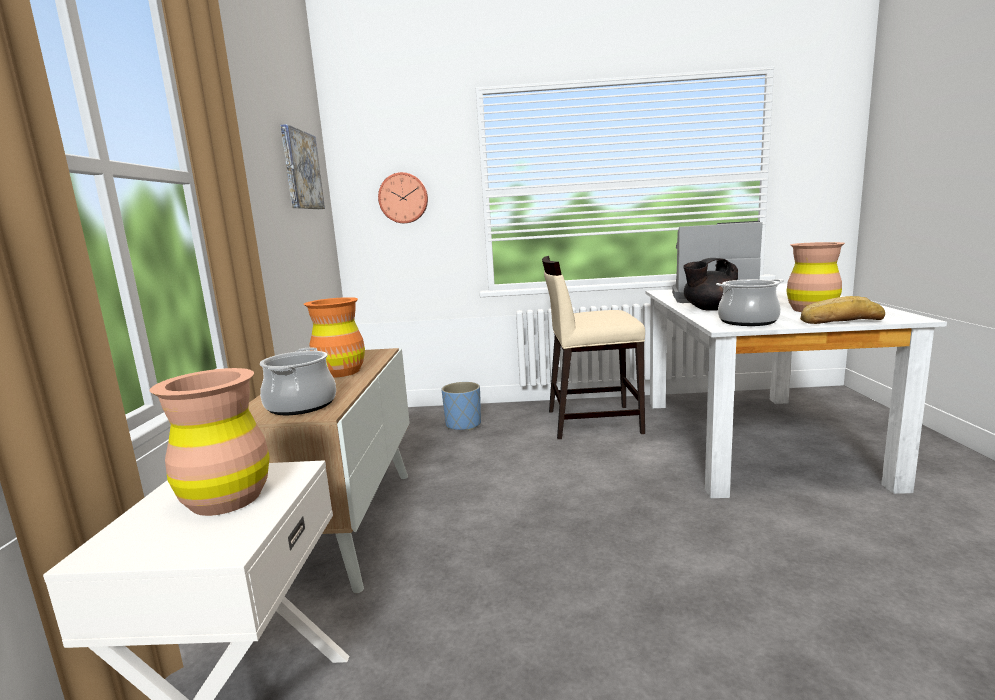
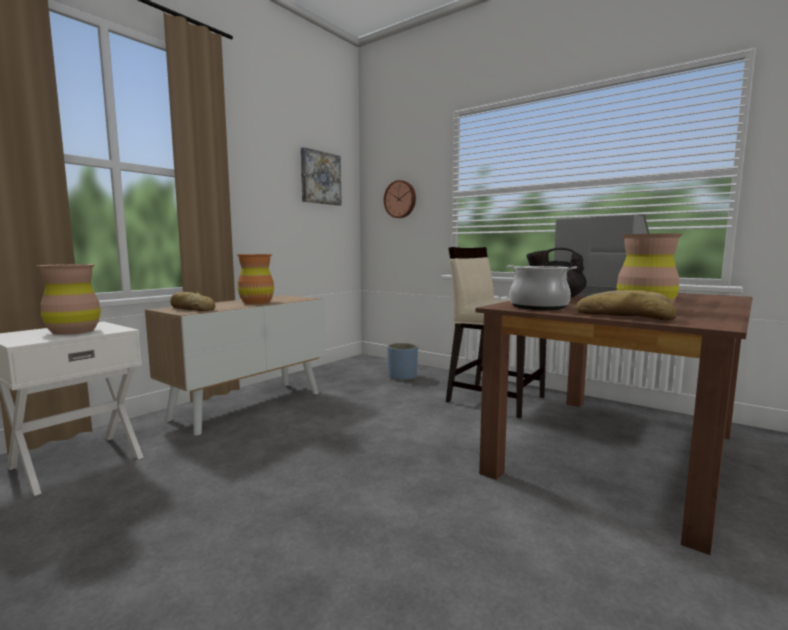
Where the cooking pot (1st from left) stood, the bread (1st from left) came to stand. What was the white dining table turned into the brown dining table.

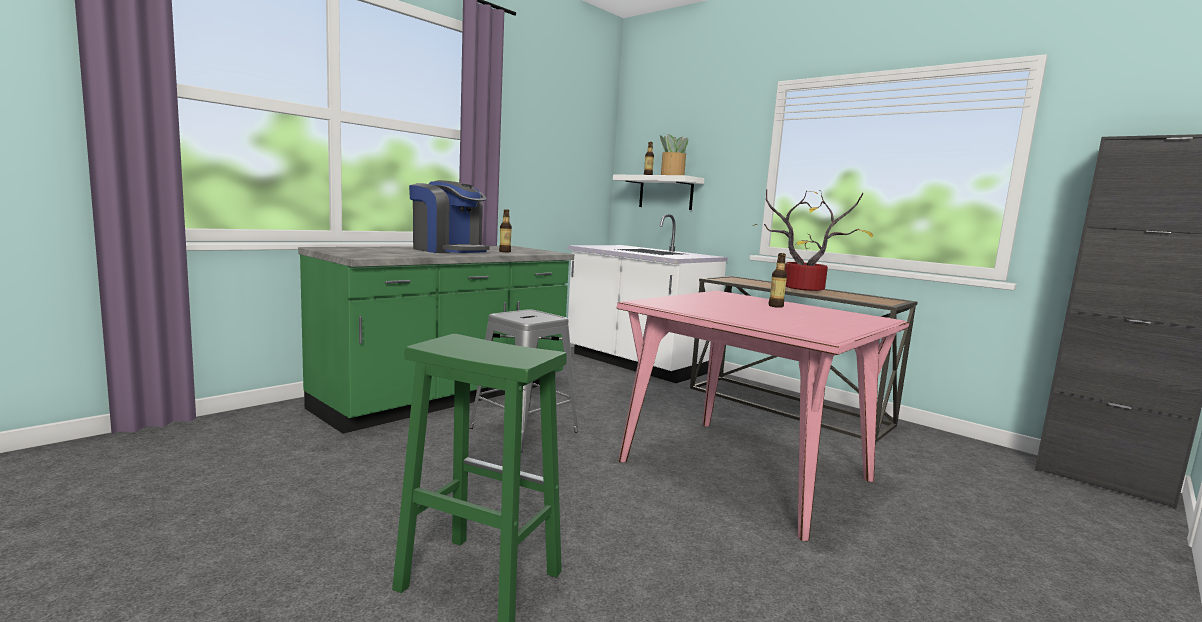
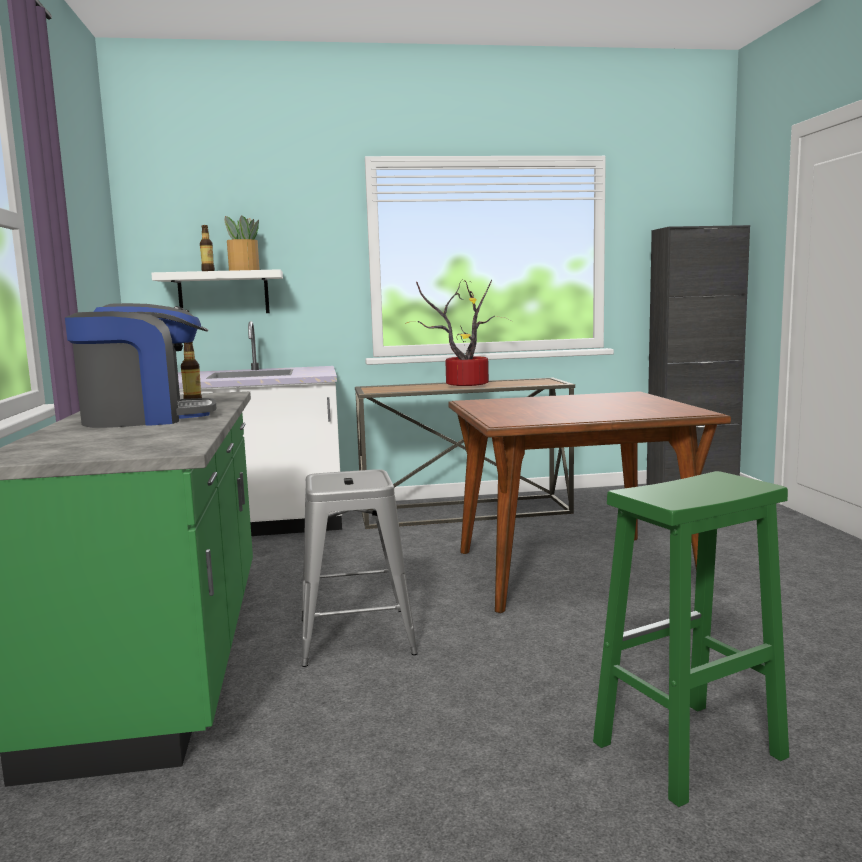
What was the pink dining table turned into the brown dining table. The second view lost the bottle (3rd from left).

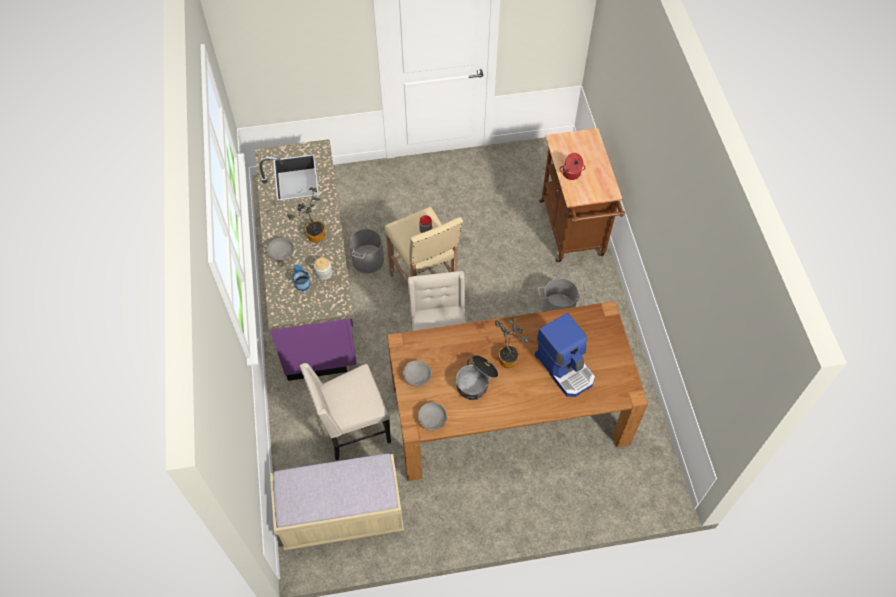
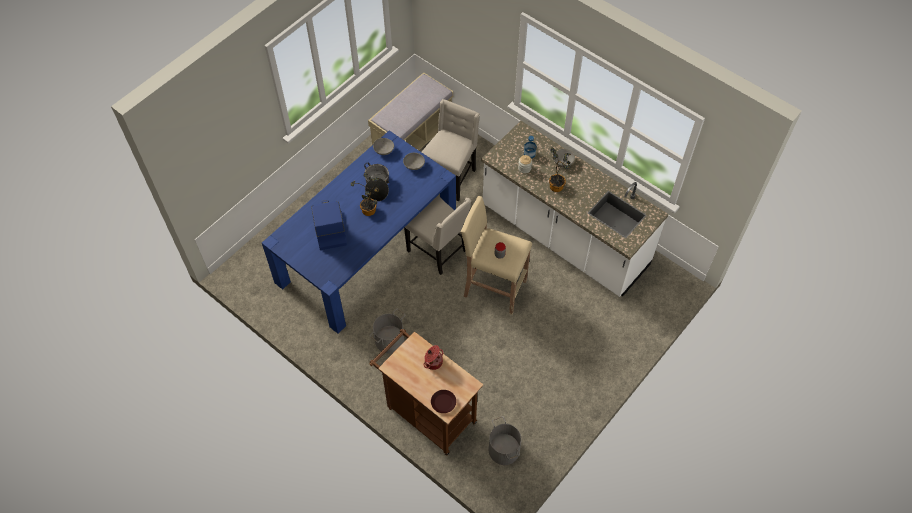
What was the purple counter turned into the white counter. The grey bucket (1st from left in the first image) ended up elsewhere. What was the brown dining table turned into the blue dining table. The coffee machine ended up facing another way, 60 degrees clockwise from before. The second view gained the brown plate.

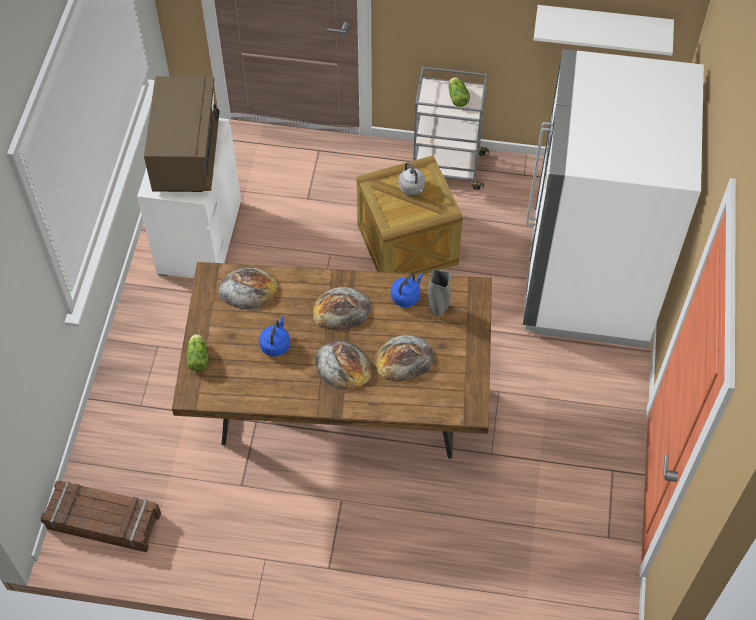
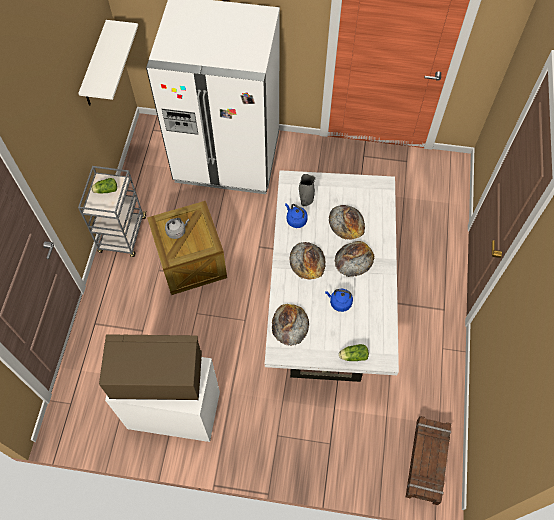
What was the brown dining table turned into the white dining table.

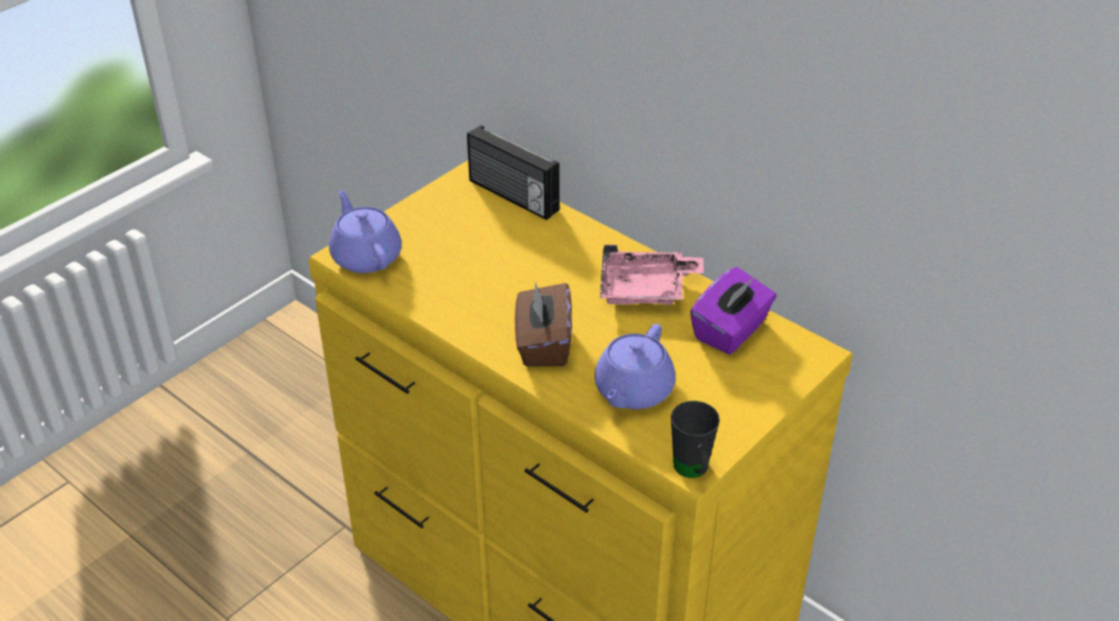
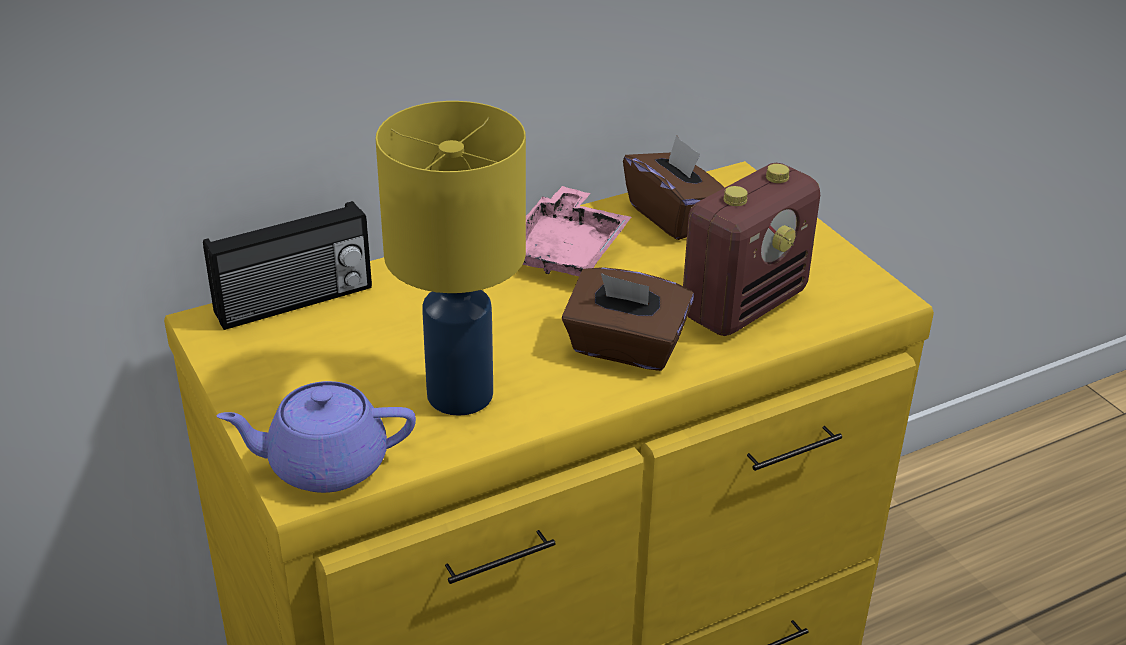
Where the purple teapot (2nd from left) stood, the radio (2nd from left) came to stand. The second view lost the black mug. What was the purple tissue box turned into the brown tissue box (2nd from left). The second view gained the yellow table lamp.

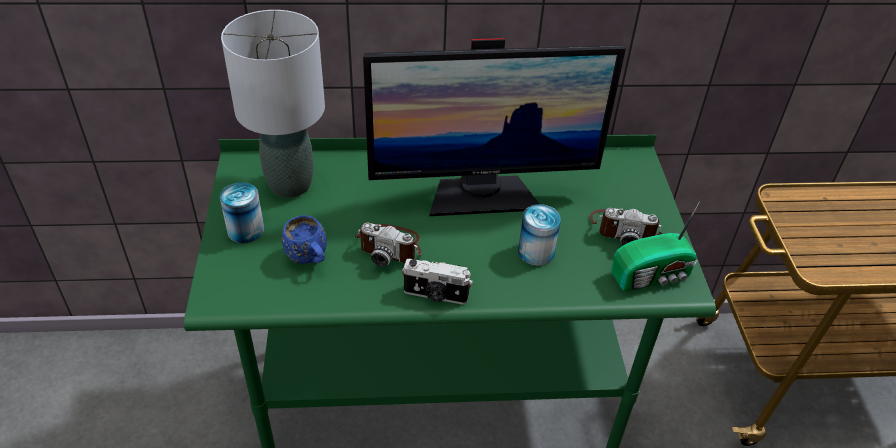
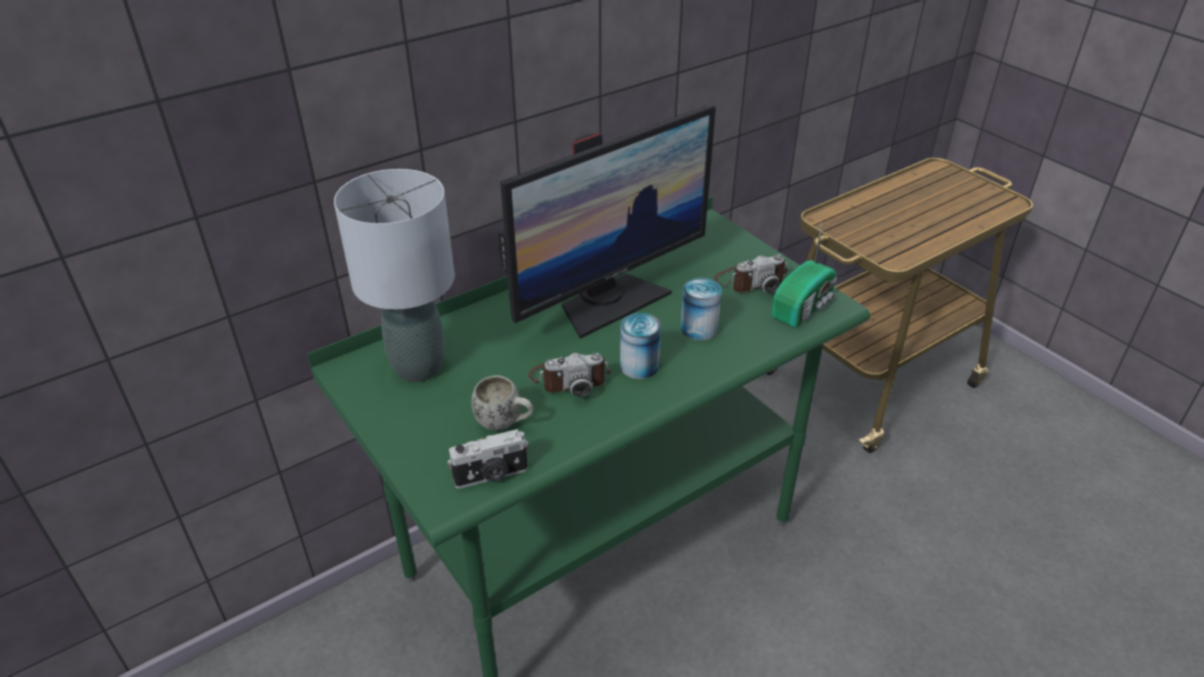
The can (1st from left) ended up elsewhere. What was the blue mug turned into the white mug. The photo camera (2nd from left in the first image) ended up elsewhere.

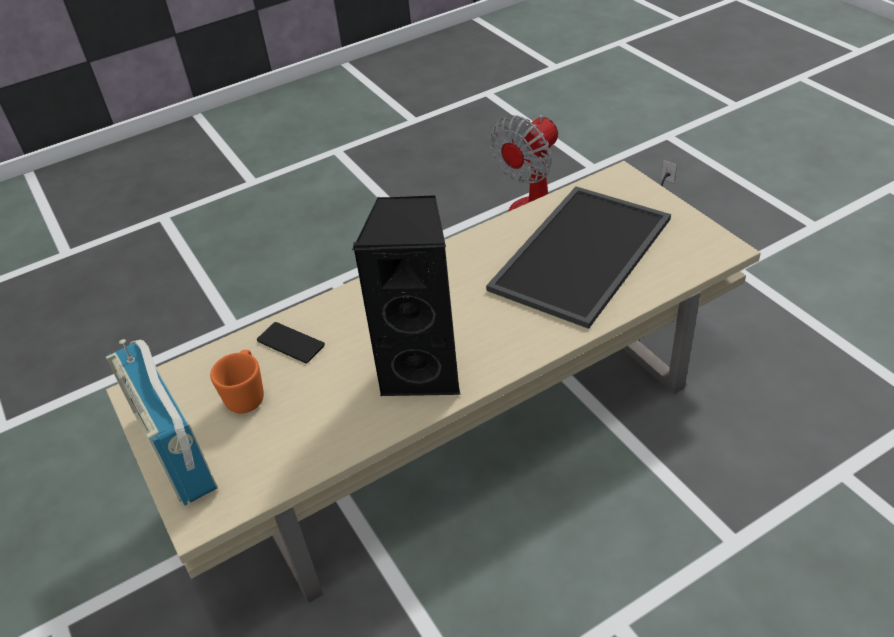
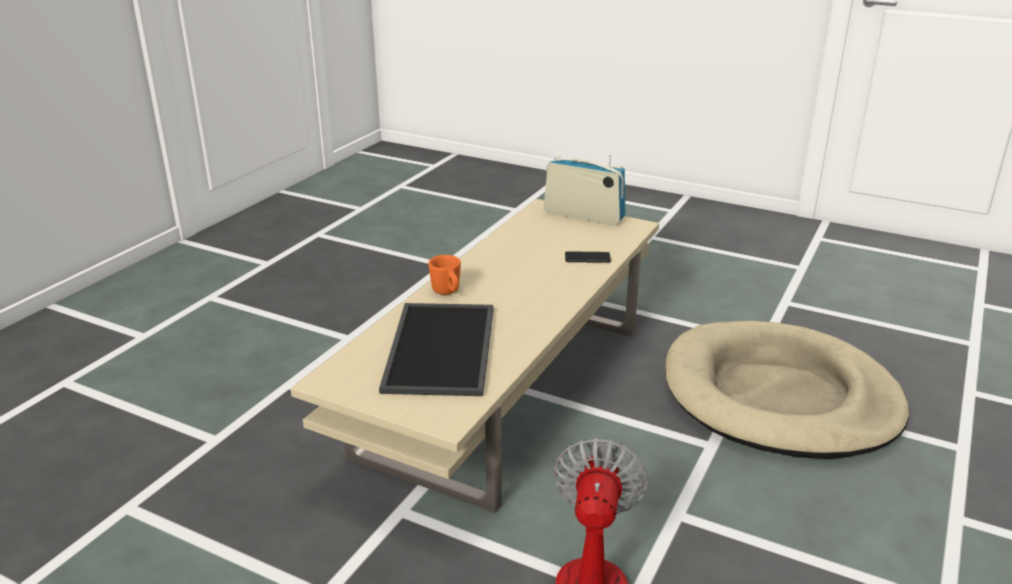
The orange mug ended up elsewhere. The second view lost the black speaker. The second view gained the beige dog bed.

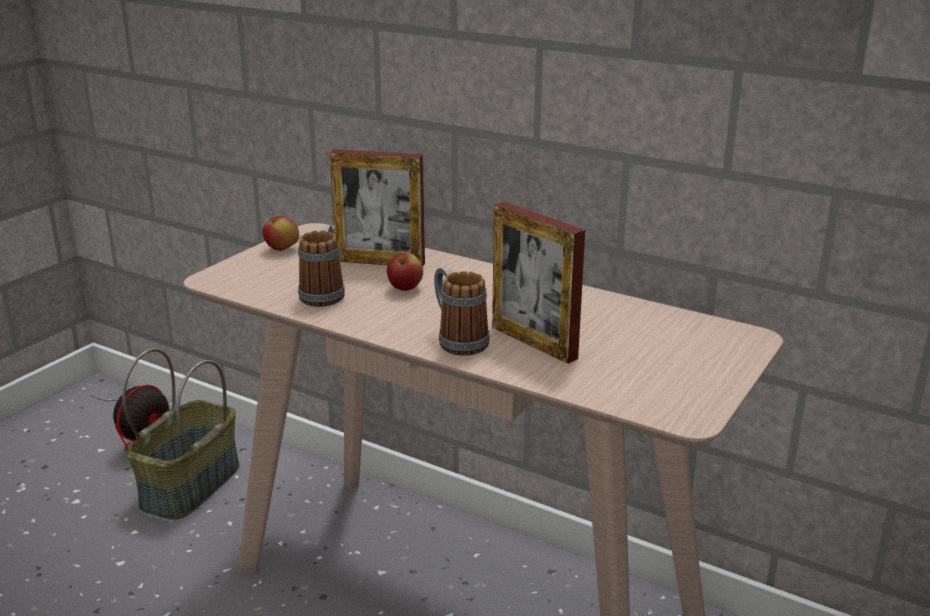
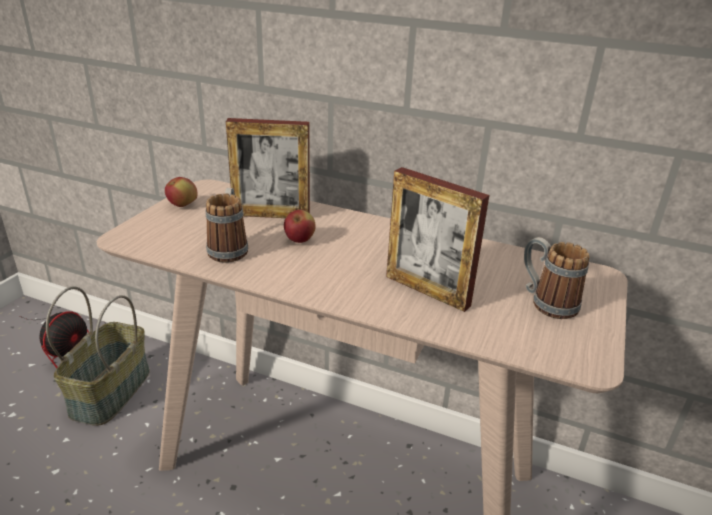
The mug (2nd from left) ended up elsewhere.

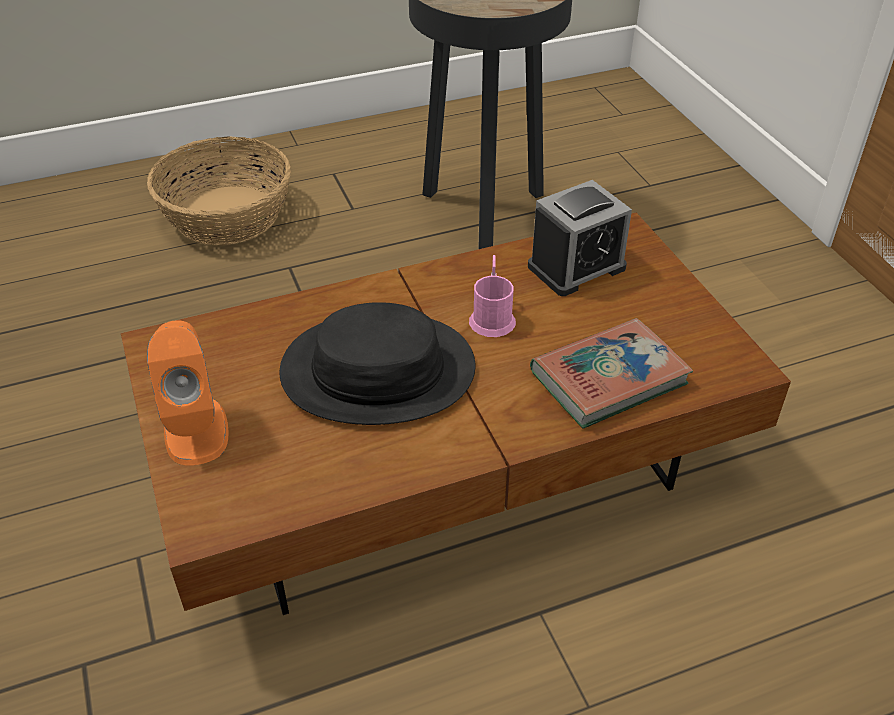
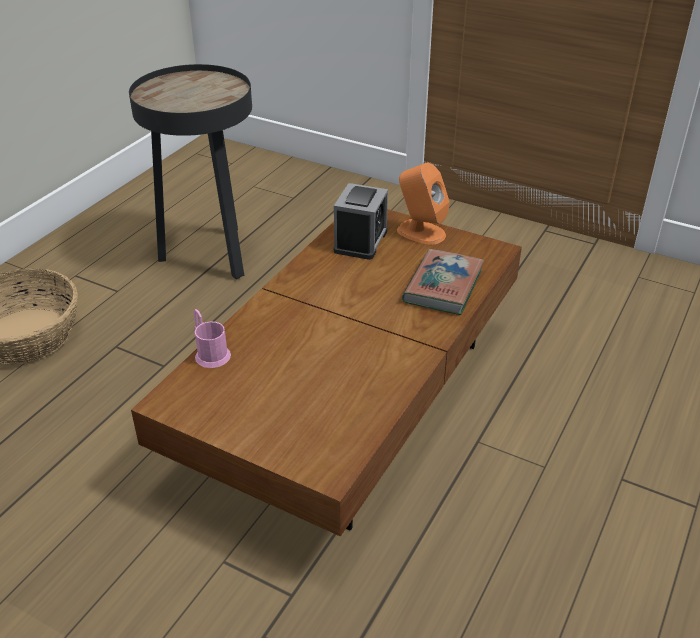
The orange speaker ended up elsewhere. The second view lost the black hat. The pink mug ended up elsewhere.

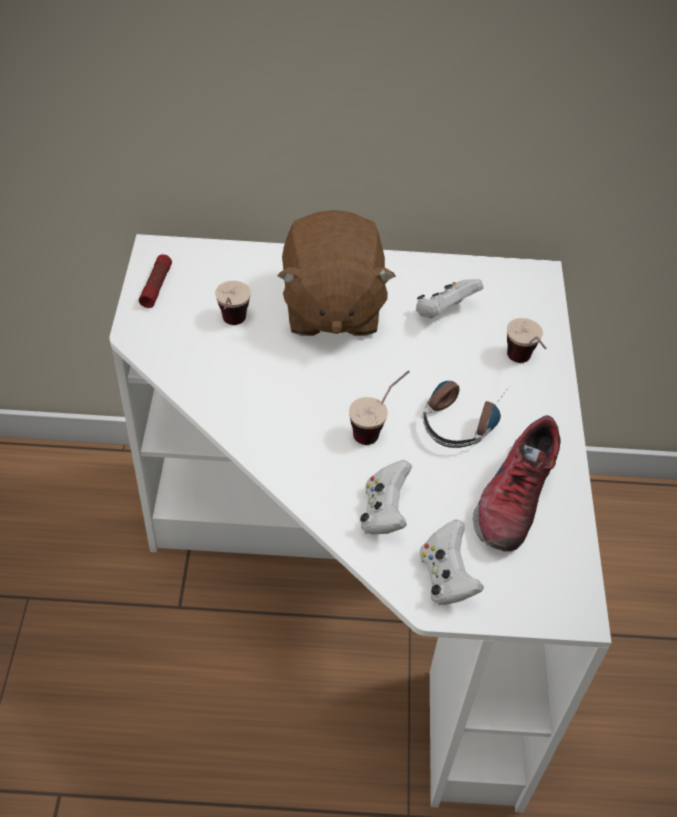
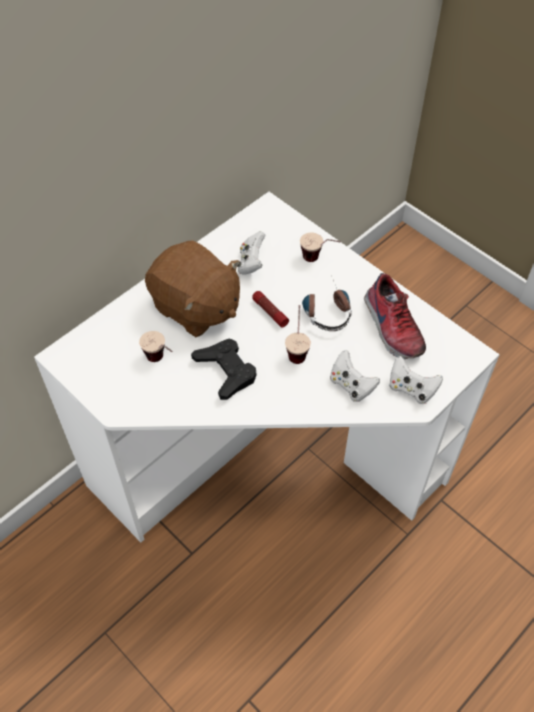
The flashlight ended up elsewhere. The second view gained the black game controller.

